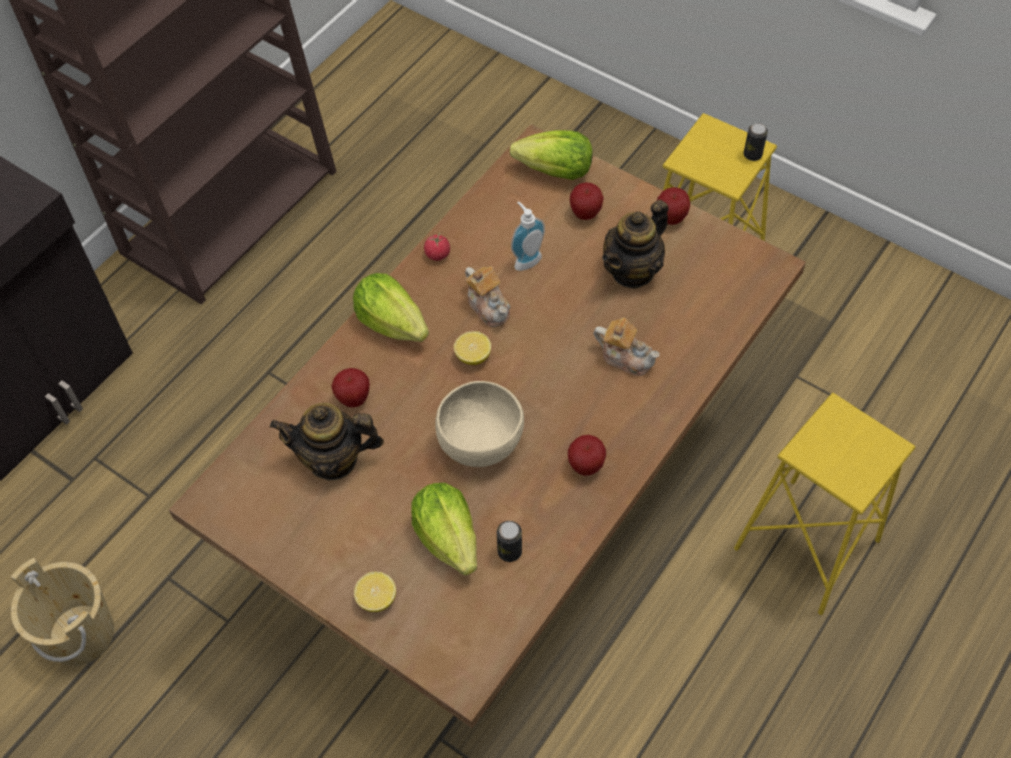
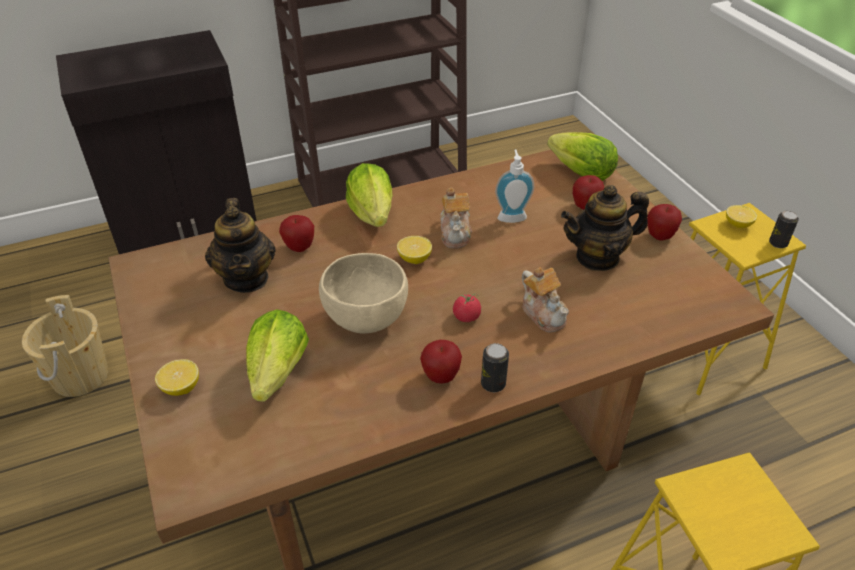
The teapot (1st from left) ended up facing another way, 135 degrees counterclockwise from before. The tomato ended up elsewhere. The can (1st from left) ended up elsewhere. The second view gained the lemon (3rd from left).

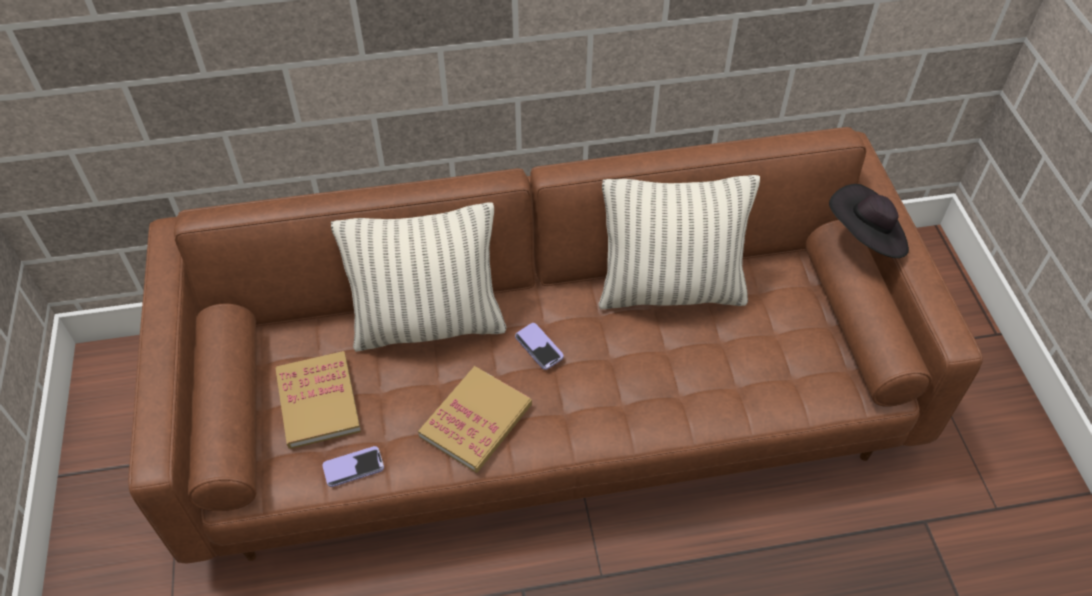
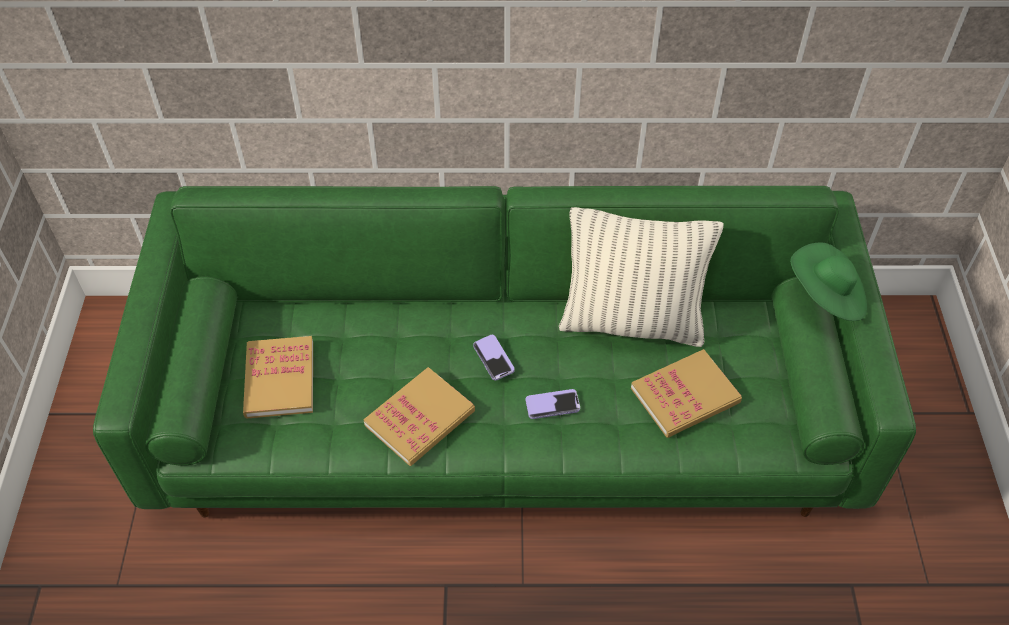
What was the brown sofa turned into the green sofa. The phone (1st from left in the first image) ended up elsewhere. The second view lost the pillow (1st from left). What was the black hat turned into the green hat. The second view gained the book (3rd from left).

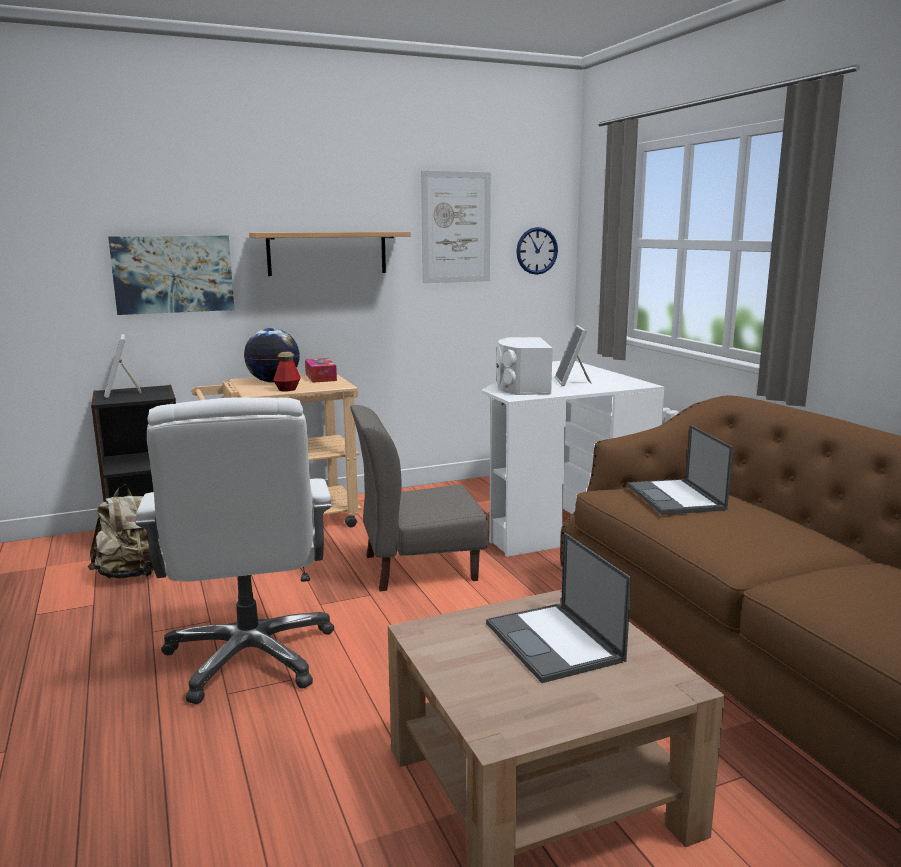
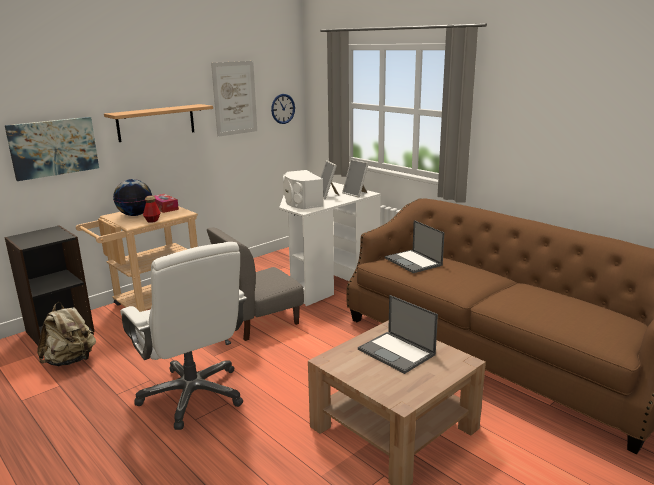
The picture frame (1st from left in the first image) ended up elsewhere.

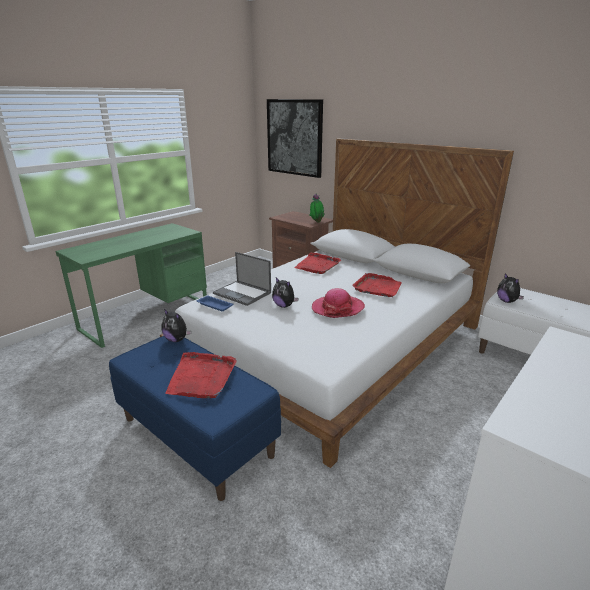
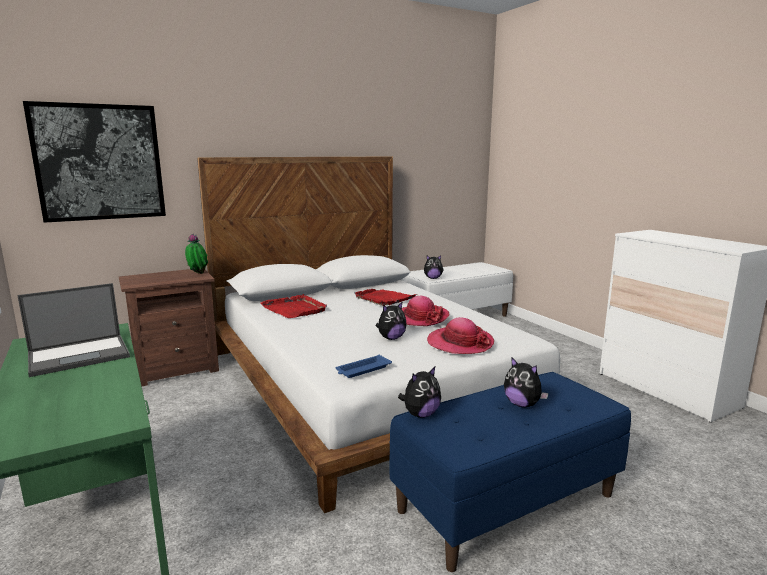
Where the red tray (1st from left) stood, the plush toy (4th from left) came to stand. The laptop ended up elsewhere. The second view gained the hat (2nd from left).

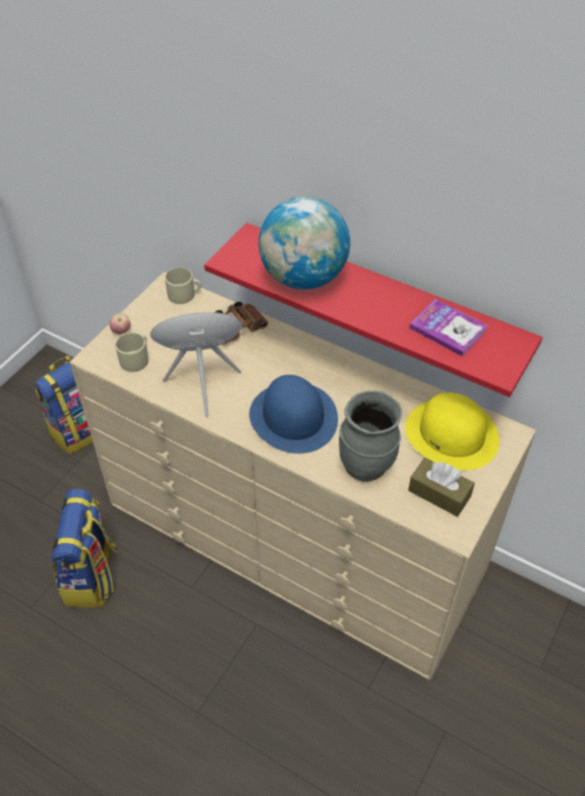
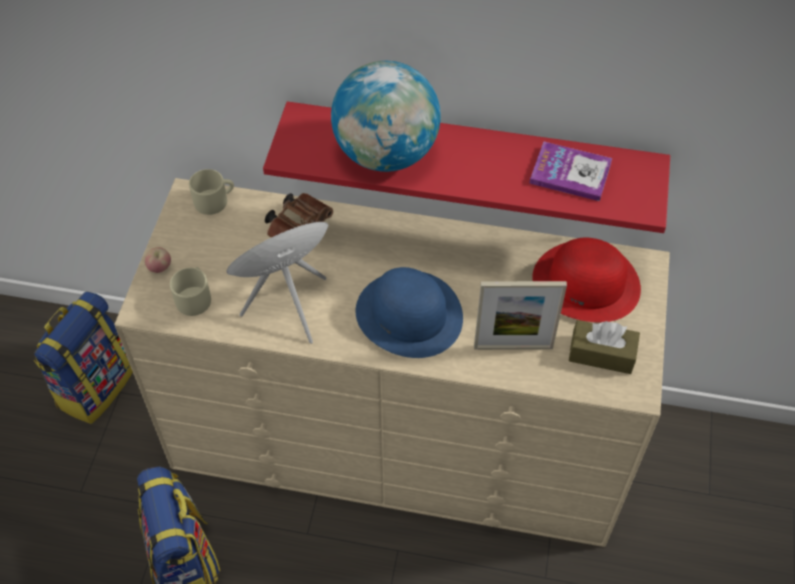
Where the grey vase stood, the picture frame came to stand. What was the yellow hat turned into the red hat.

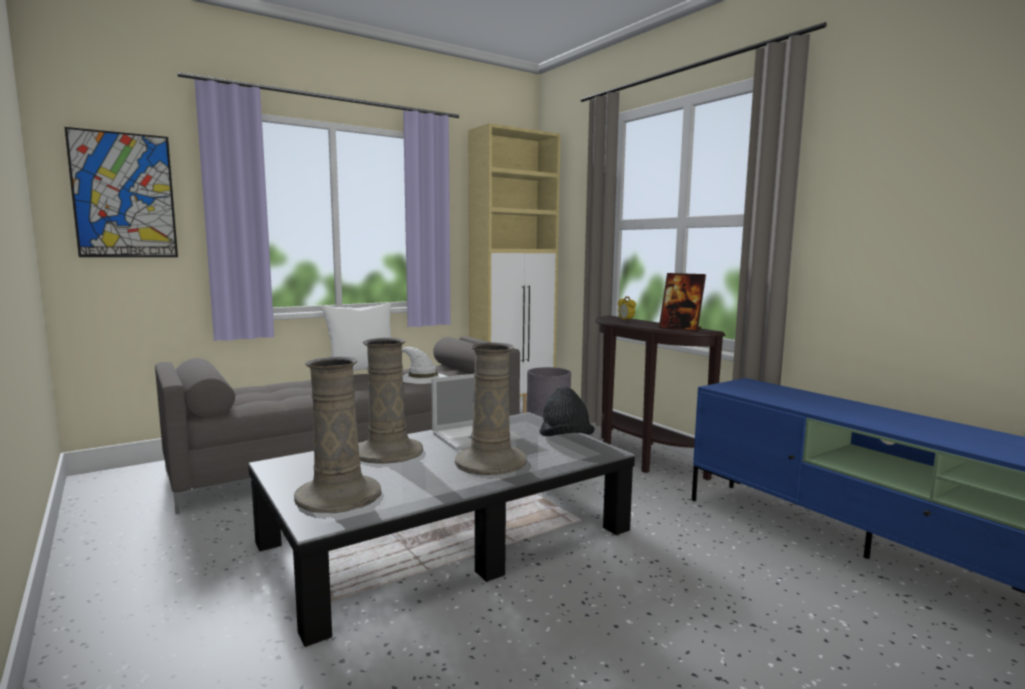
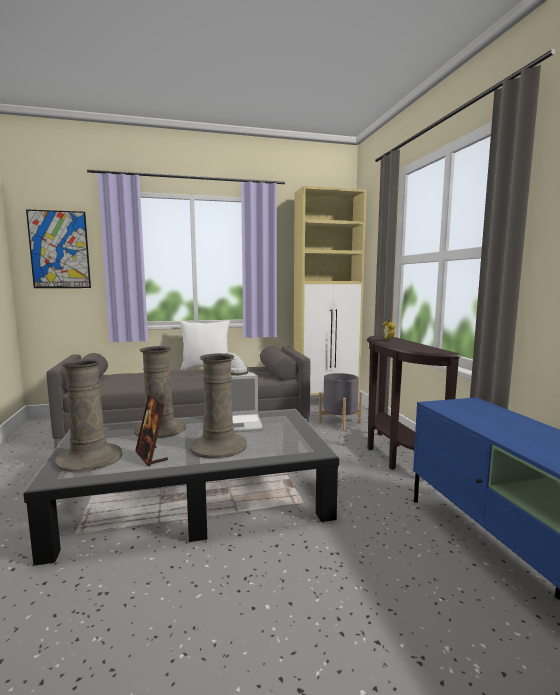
The second view lost the black hat. The picture frame ended up elsewhere.

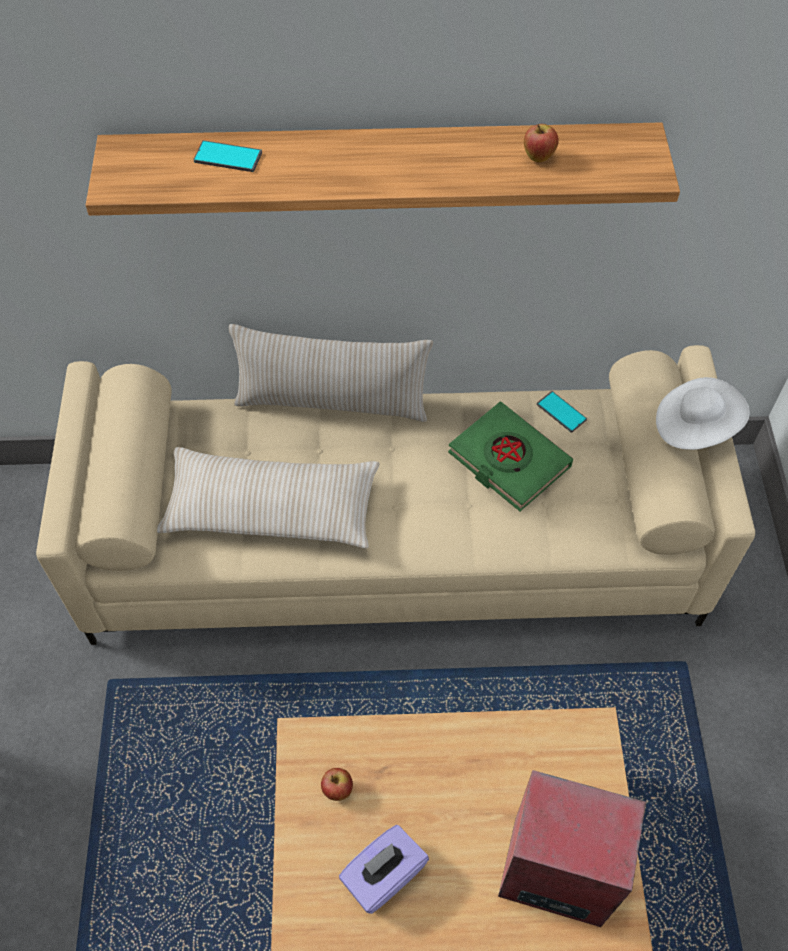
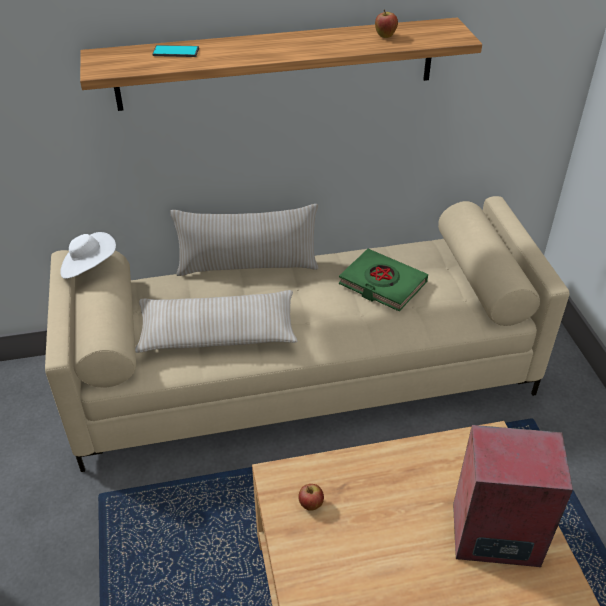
The second view lost the purple tissue box. The second view lost the phone (2nd from left). The white hat ended up elsewhere.

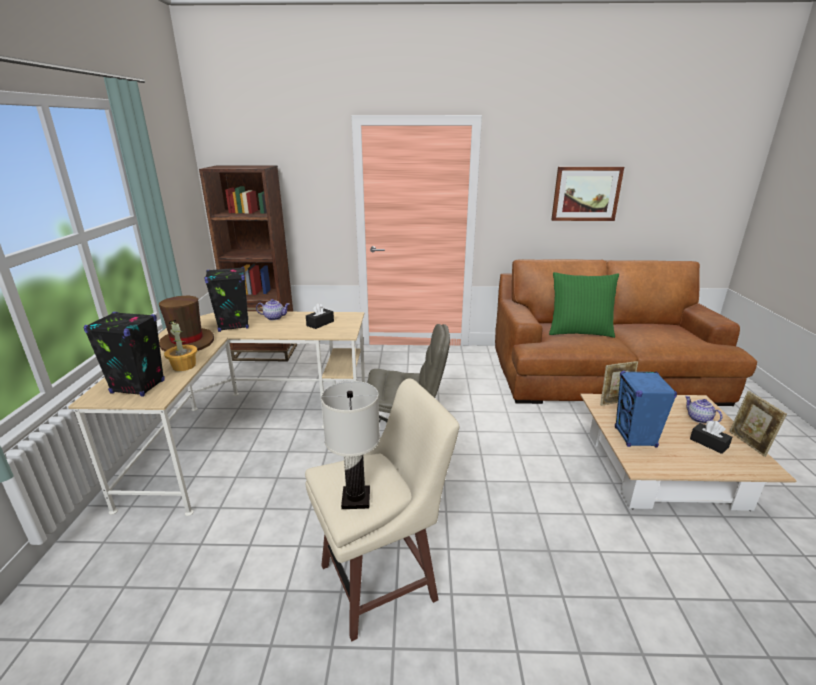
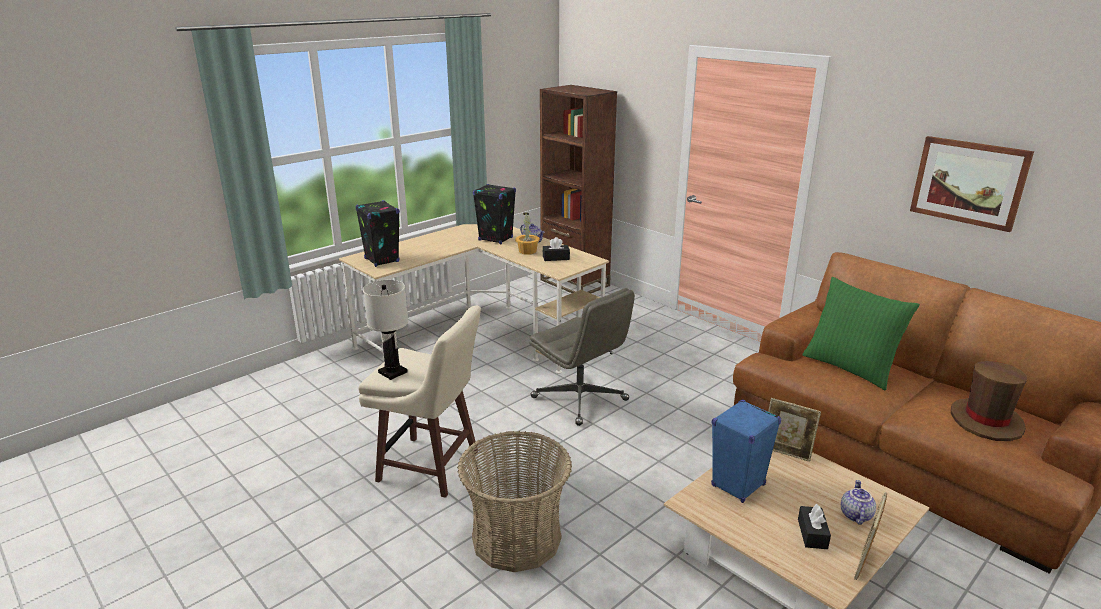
The brown hat ended up elsewhere. The potted plant ended up elsewhere. The second view gained the basket.

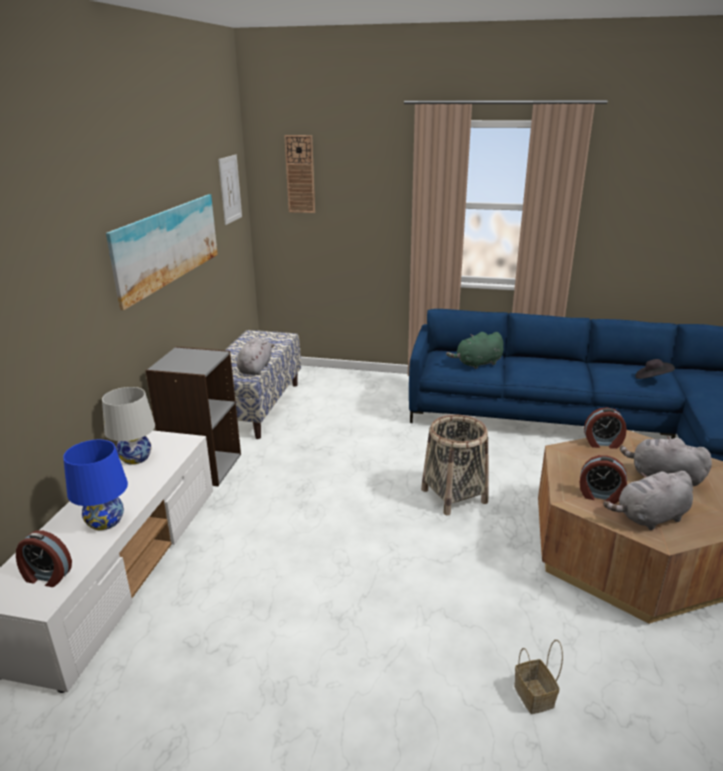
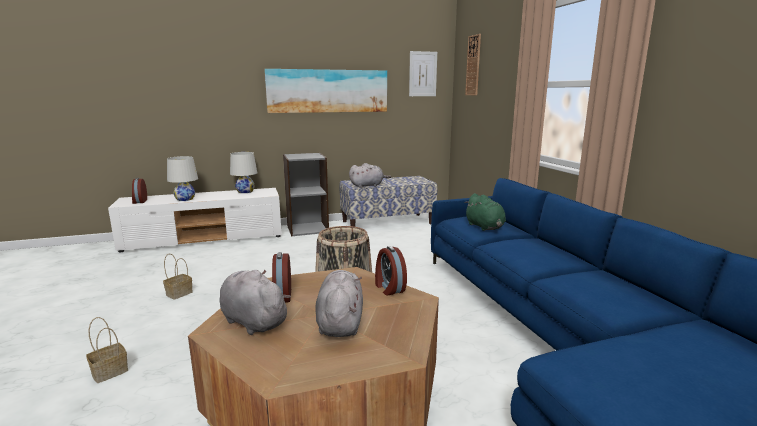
What was the blue table lamp turned into the white table lamp (1st from left). The green plush toy ended up facing another way, 150 degrees counterclockwise from before. The second view lost the black hat. The second view gained the basket (2nd from left).

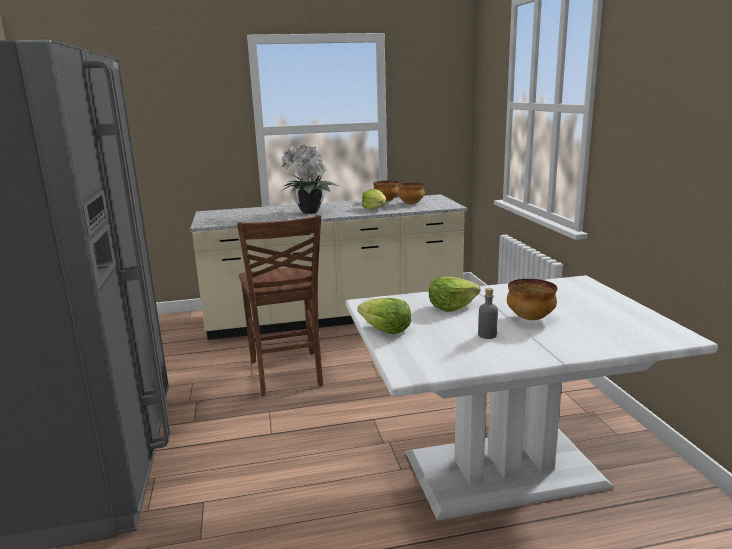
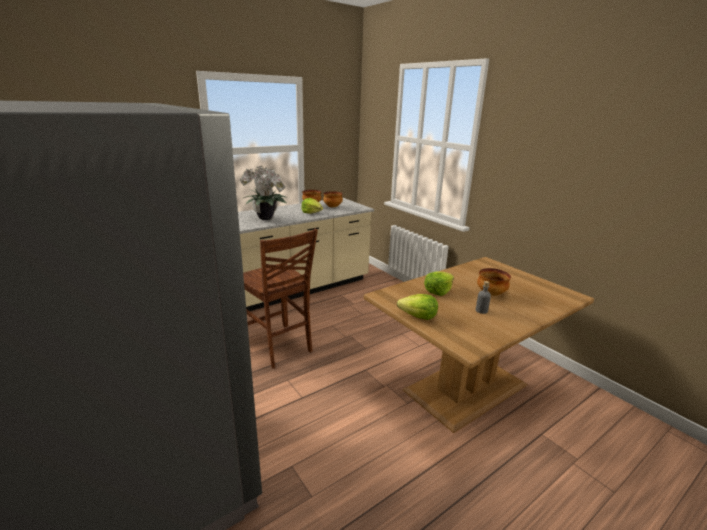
What was the white dining table turned into the brown dining table.

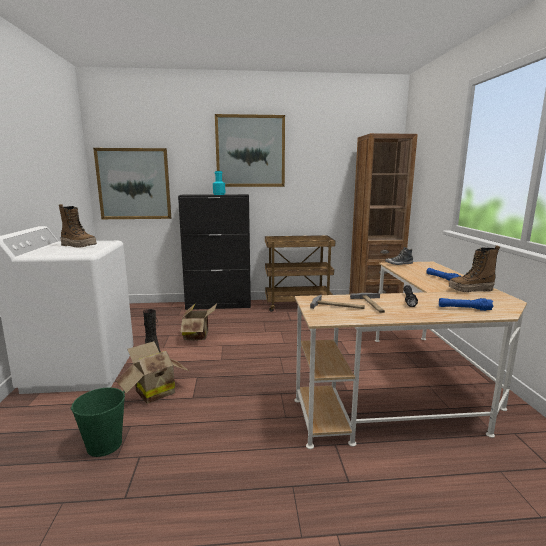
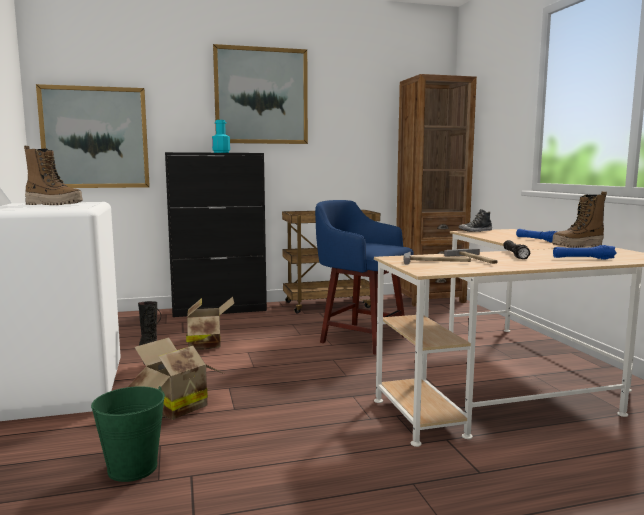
The second view gained the blue stool.

